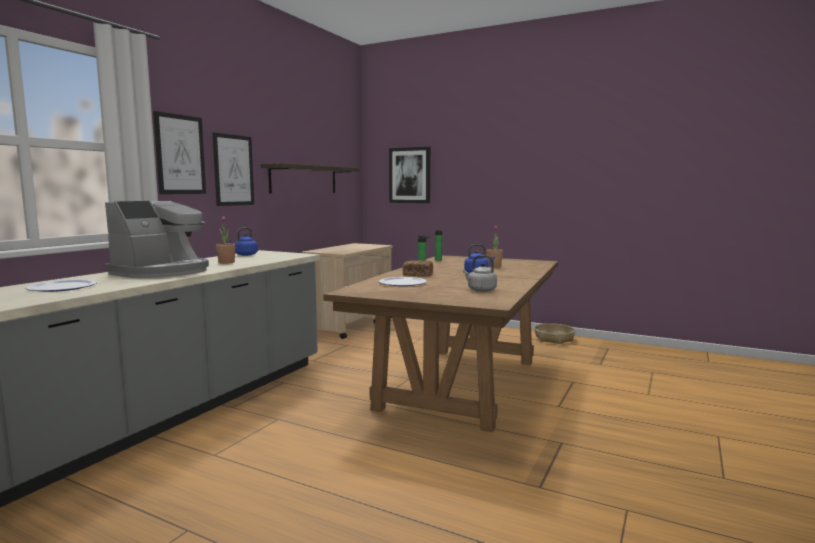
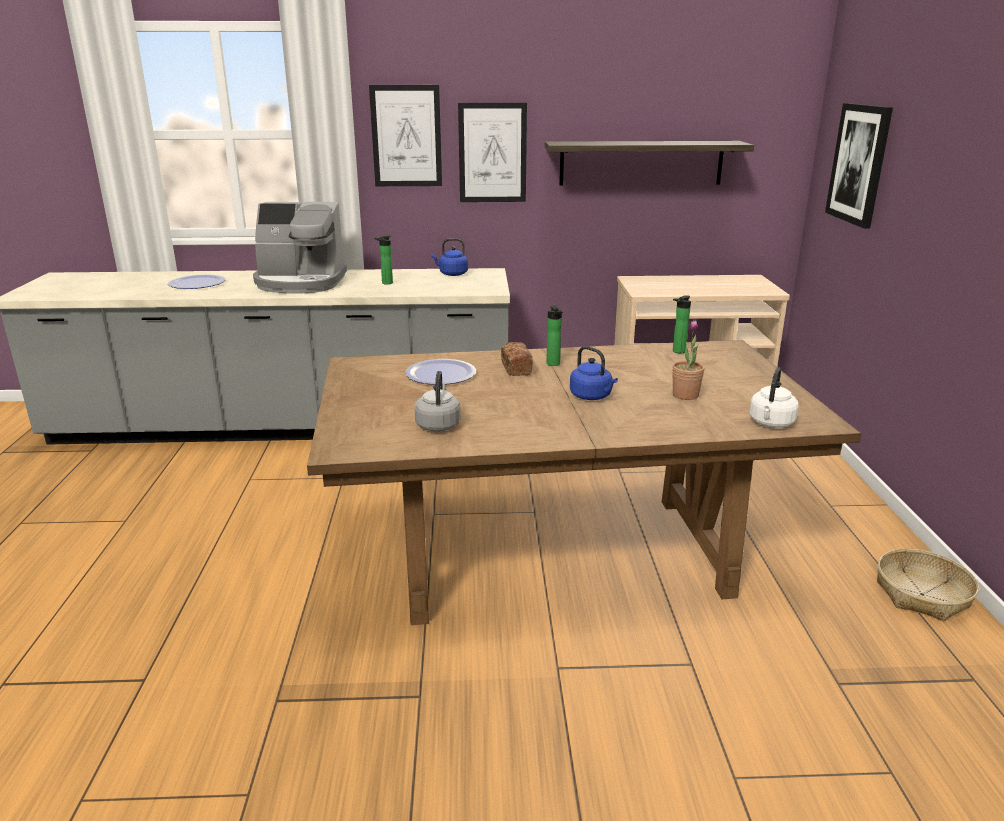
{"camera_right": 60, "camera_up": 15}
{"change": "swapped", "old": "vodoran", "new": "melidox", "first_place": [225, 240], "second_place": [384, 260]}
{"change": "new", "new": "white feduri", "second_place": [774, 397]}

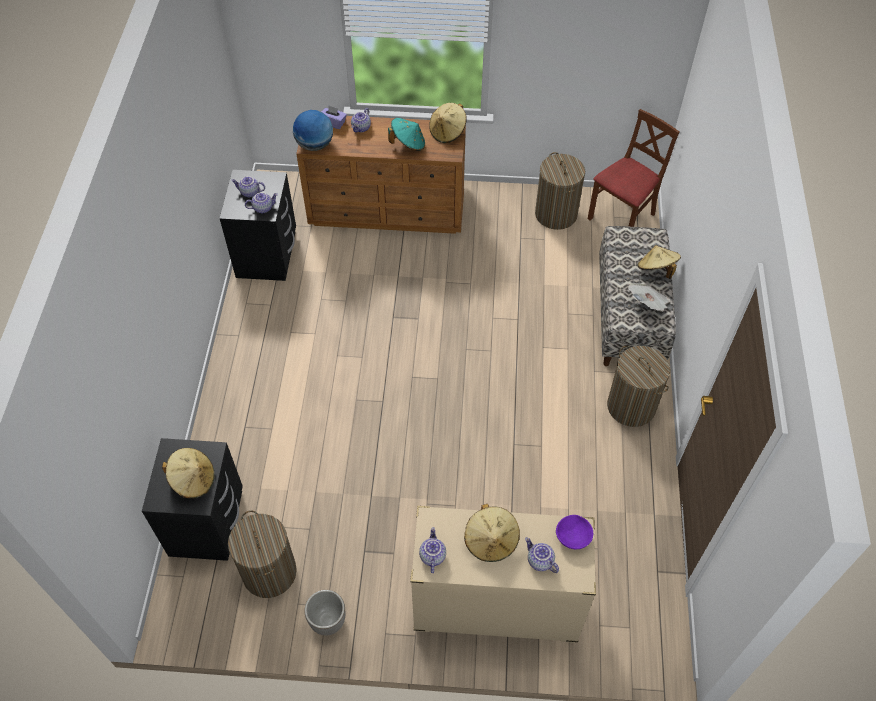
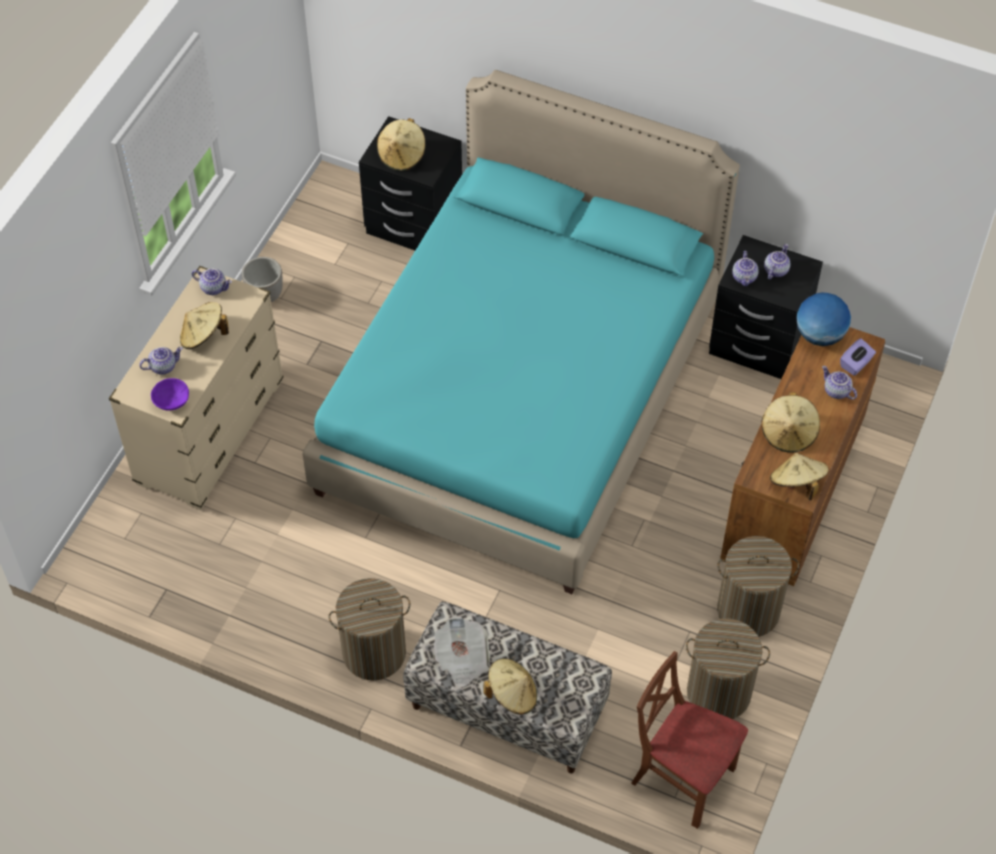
{"camera_right": 110, "camera_up": 0}
{"change": "rotated", "old": "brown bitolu", "first_place": [634, 168], "second_place": [689, 740], "degrees": 150}
{"change": "repainted", "old": "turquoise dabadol", "new": "beige dabadol", "first_place": [406, 134], "second_place": [790, 422]}
{"change": "shifted", "old": "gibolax", "first_place": [262, 554], "second_place": [758, 586]}
{"change": "new", "new": "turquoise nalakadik", "second_place": [521, 332]}

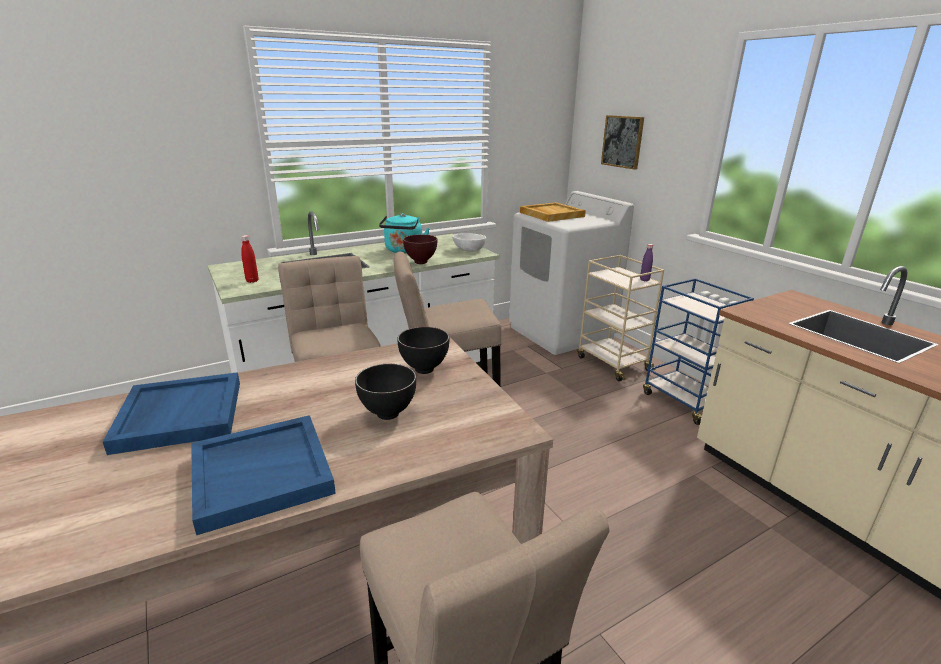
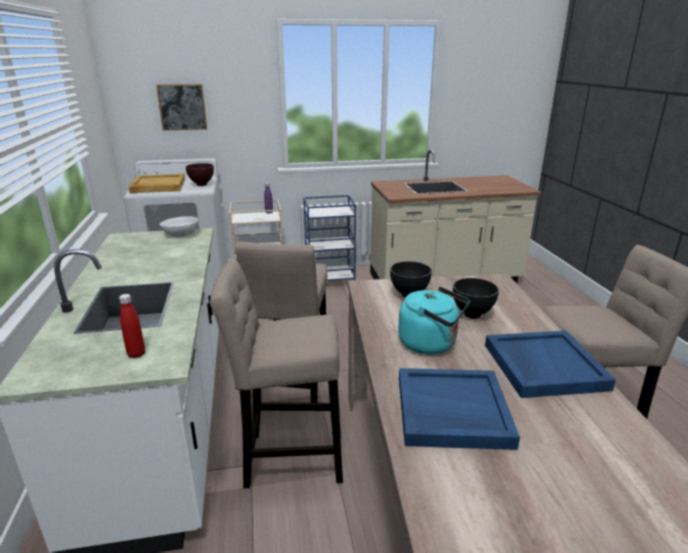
{"camera_right": -70, "camera_up": 0}
{"change": "shifted", "old": "turquoise feduri", "first_place": [404, 233], "second_place": [434, 321]}
{"change": "shifted", "old": "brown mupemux", "first_place": [420, 249], "second_place": [200, 174]}

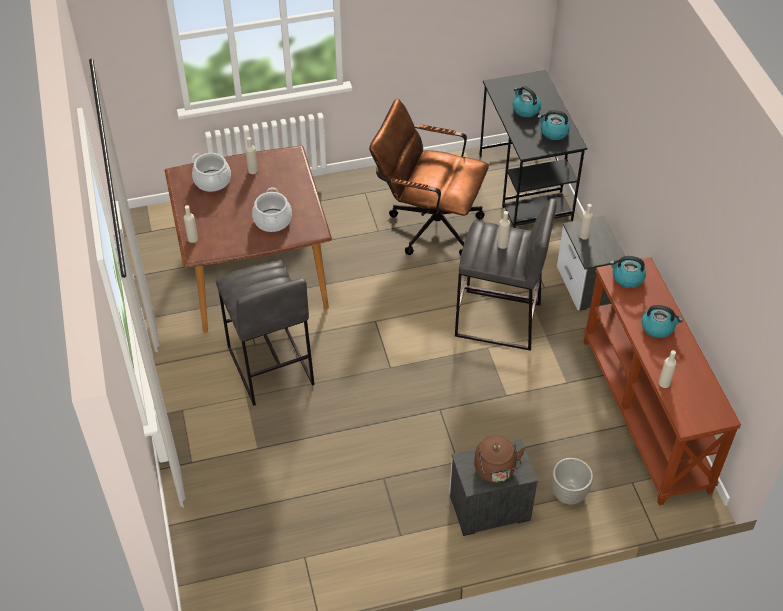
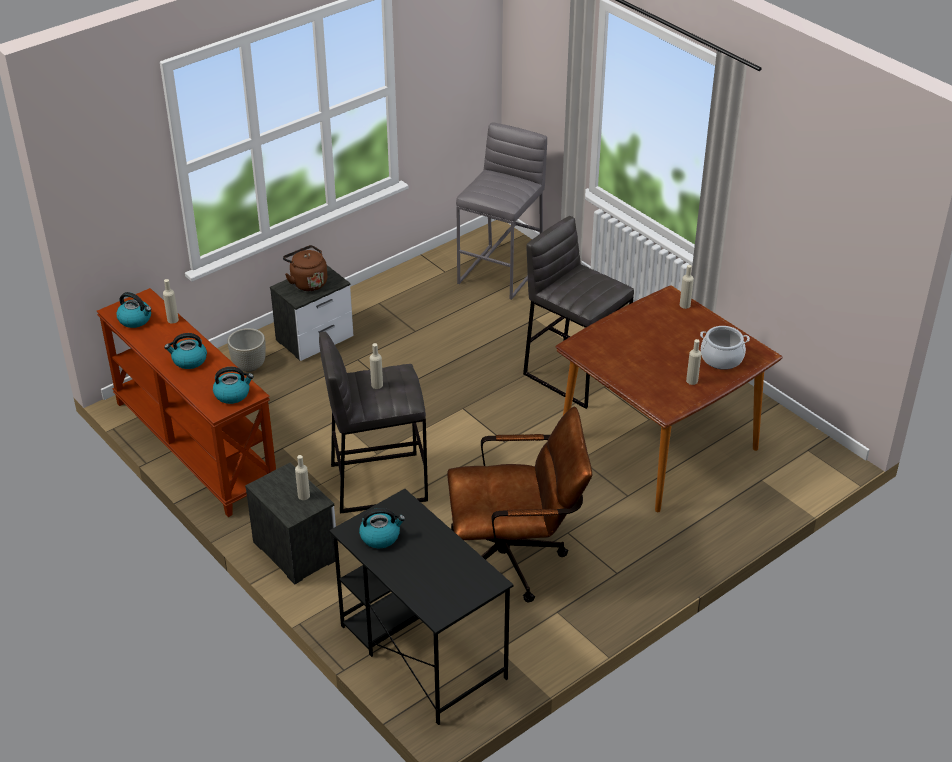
{"camera_right": 155, "camera_up": -10}
{"change": "shifted", "old": "feduri", "first_place": [526, 101], "second_place": [134, 310]}
{"change": "gone", "old": "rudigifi", "first_place": [272, 210]}
{"change": "new", "new": "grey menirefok", "second_place": [501, 211]}

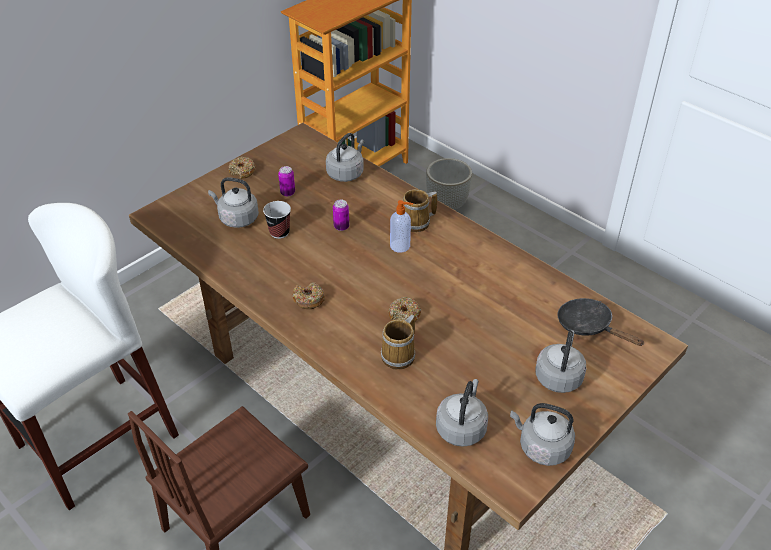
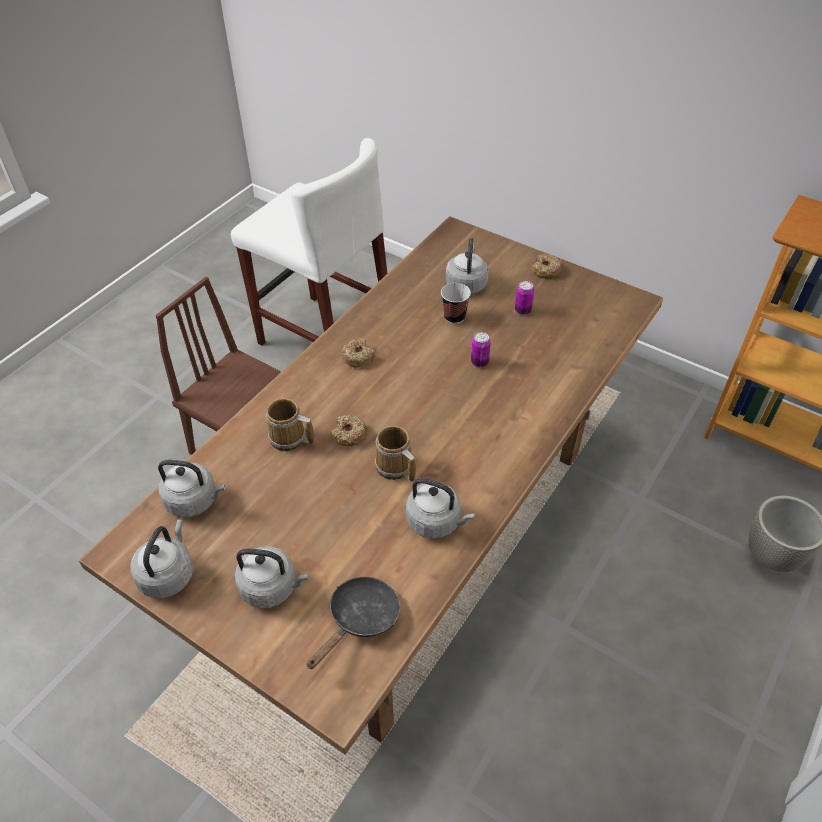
{"camera_right": 80, "camera_up": 5}
{"change": "shifted", "old": "grey feduri", "first_place": [345, 157], "second_place": [440, 508]}
{"change": "shifted", "old": "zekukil", "first_place": [420, 210], "second_place": [395, 454]}
{"change": "gone", "old": "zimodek", "first_place": [401, 226]}

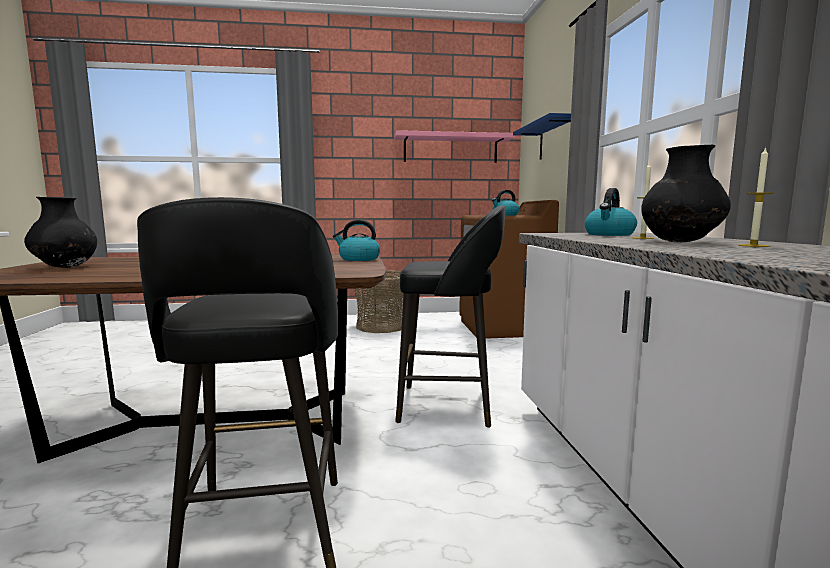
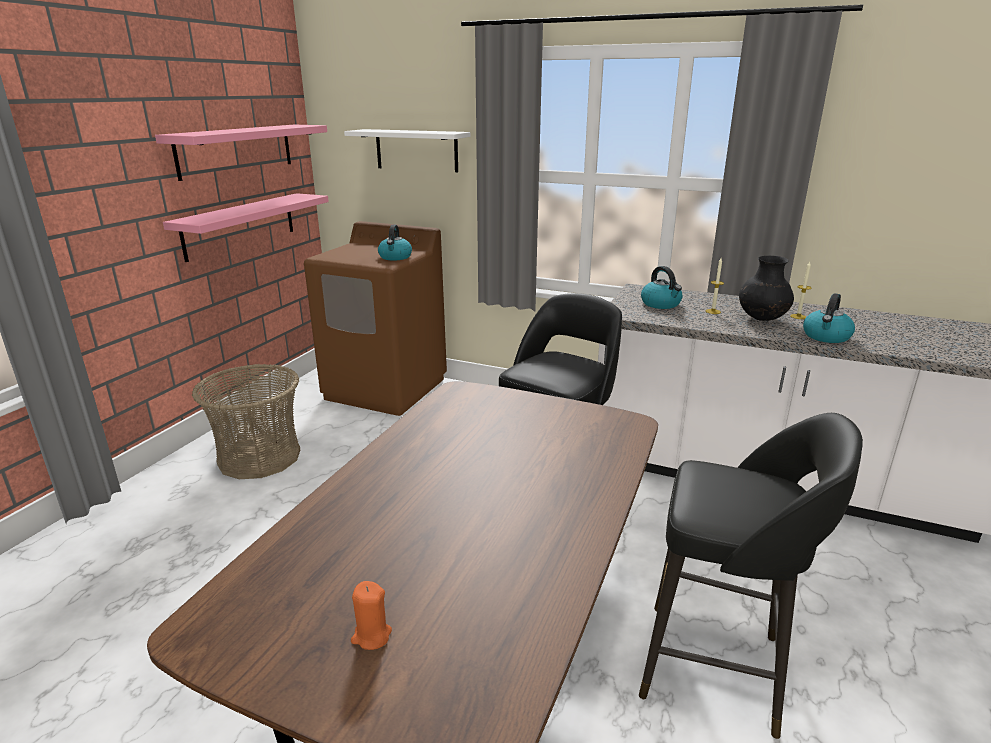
{"camera_right": -60, "camera_up": 15}
{"change": "repainted", "old": "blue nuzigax", "new": "white nuzigax", "first_place": [542, 136], "second_place": [407, 150]}
{"change": "swapped", "old": "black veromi", "new": "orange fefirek", "first_place": [60, 232], "second_place": [371, 615]}
{"change": "shifted", "old": "feduri", "first_place": [356, 240], "second_place": [829, 318]}
{"change": "new", "new": "pink nuzigax", "second_place": [246, 227]}

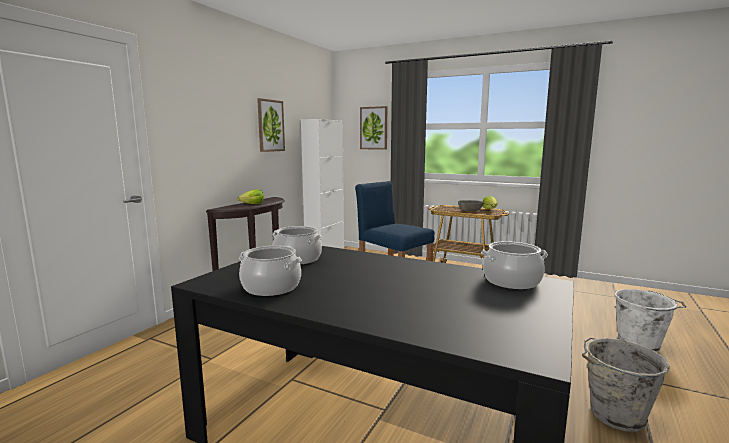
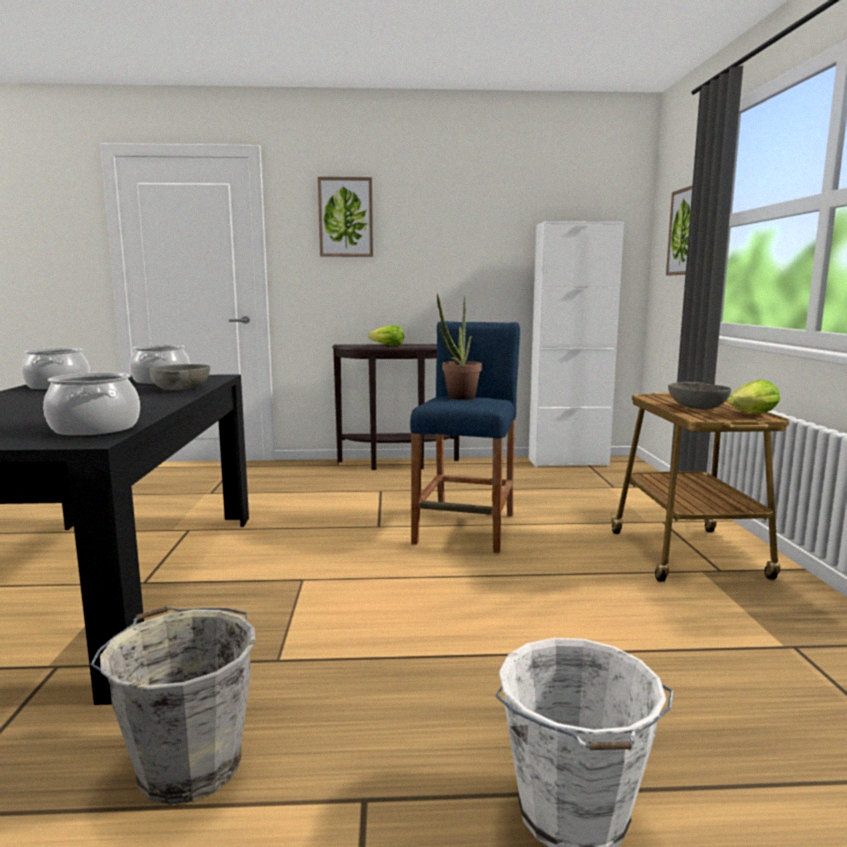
{"camera_right": 60, "camera_up": 0}
{"change": "shifted", "old": "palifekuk", "first_place": [271, 125], "second_place": [345, 217]}
{"change": "new", "new": "vodoran", "second_place": [459, 346]}
{"change": "new", "new": "grey mupemux", "second_place": [179, 377]}

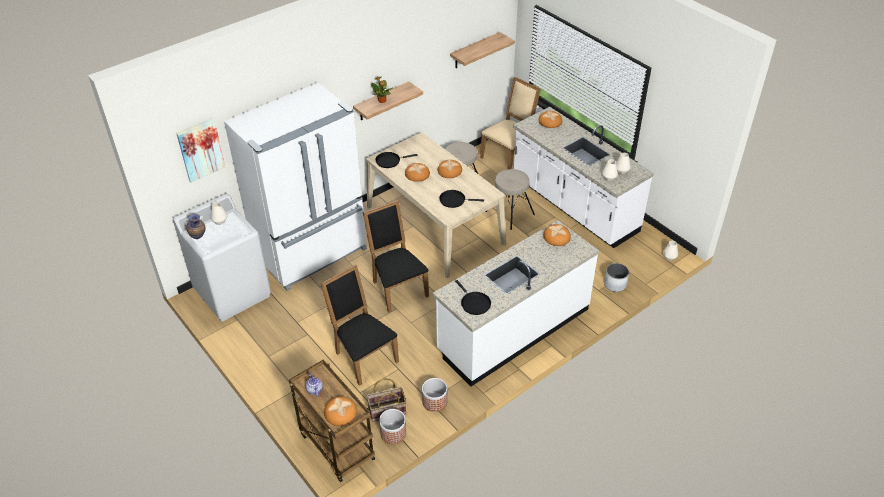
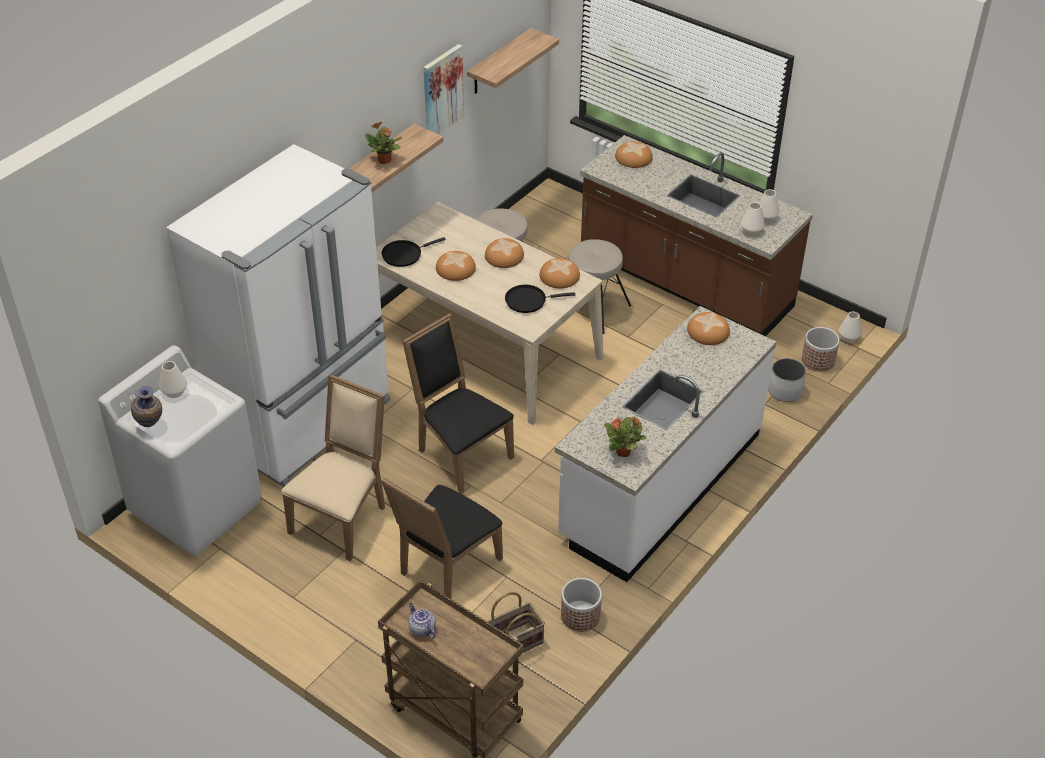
{"camera_right": -15, "camera_up": 0}
{"change": "shifted", "old": "beige bitolu", "first_place": [510, 123], "second_place": [333, 467]}
{"change": "repainted", "old": "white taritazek", "new": "brown taritazek", "first_place": [583, 177], "second_place": [696, 235]}
{"change": "shifted", "old": "palifekuk", "first_place": [201, 150], "second_place": [443, 89]}
{"change": "rotated", "old": "black bitolu", "first_place": [360, 325], "second_place": [442, 538], "degrees": -90}
{"change": "swapped", "old": "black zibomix", "new": "vodoran", "first_place": [473, 297], "second_place": [625, 437]}
{"change": "shifted", "old": "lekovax", "first_place": [340, 411], "second_place": [560, 273]}
{"change": "shifted", "old": "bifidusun", "first_place": [392, 426], "second_place": [821, 349]}

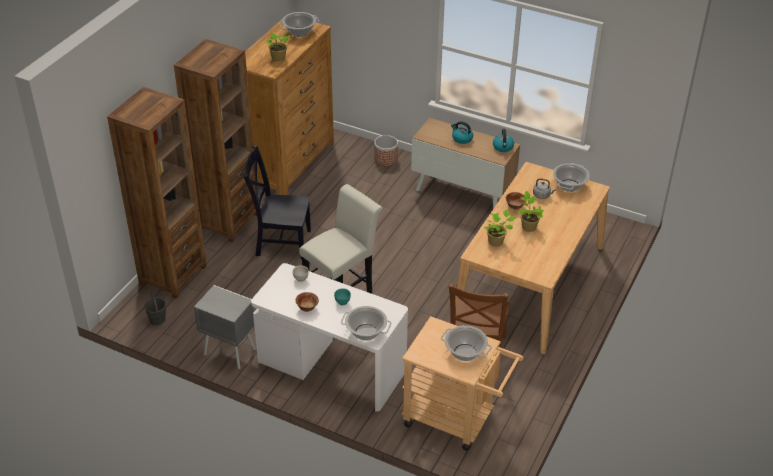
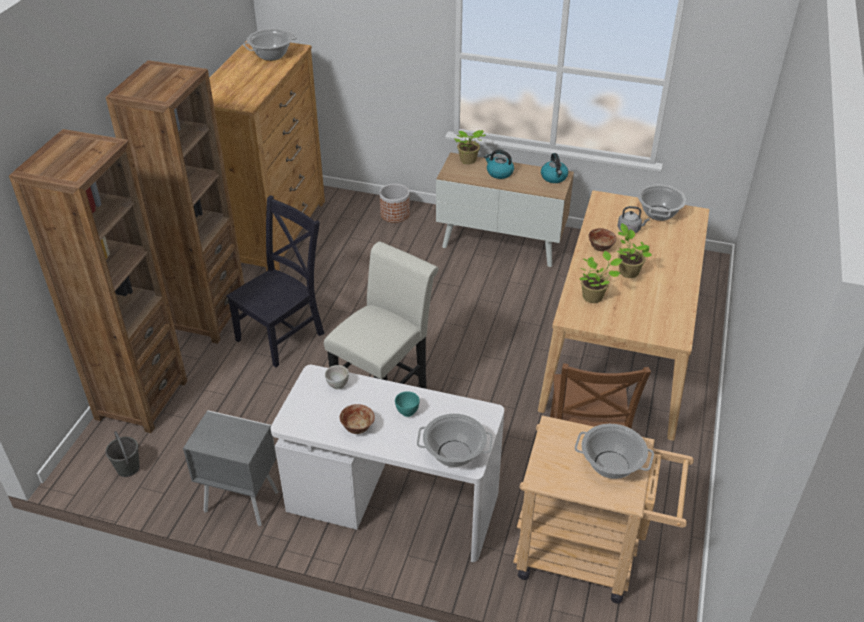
{"camera_right": -10, "camera_up": 0}
{"change": "shifted", "old": "vodoran", "first_place": [278, 48], "second_place": [470, 147]}
{"change": "rotated", "old": "black bitolu", "first_place": [277, 202], "second_place": [275, 281], "degrees": 135}

